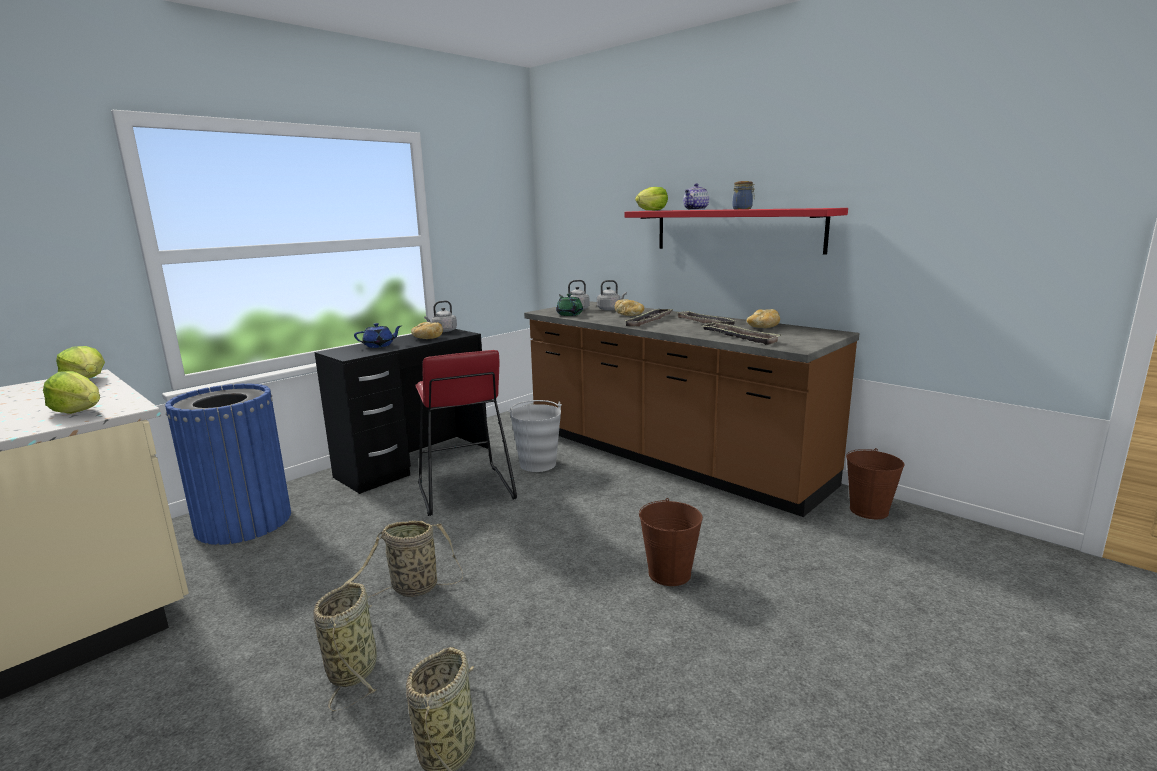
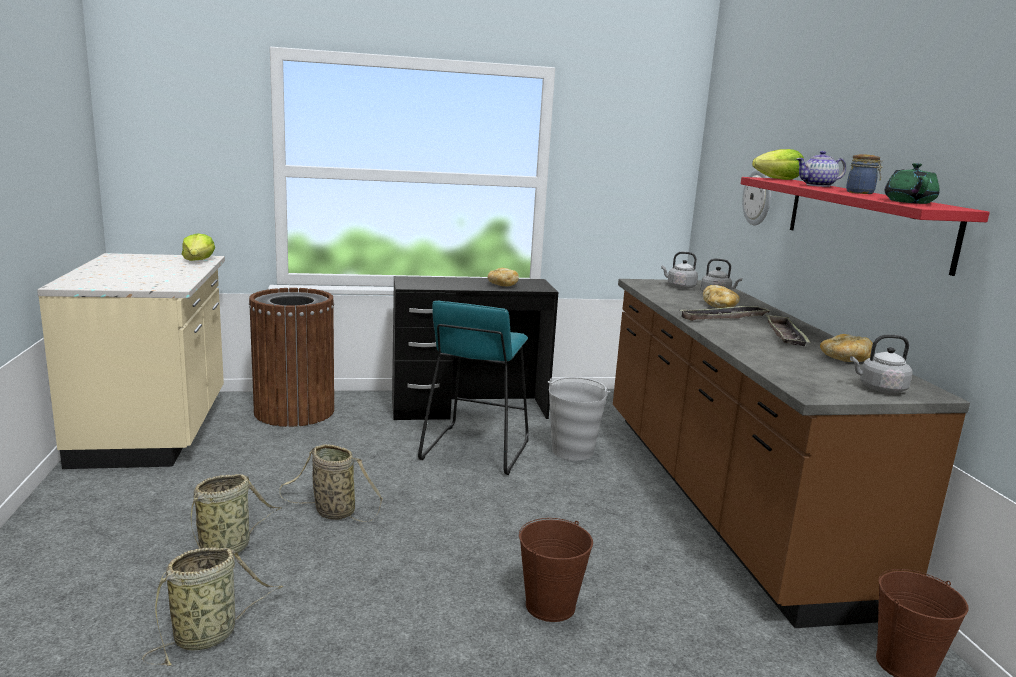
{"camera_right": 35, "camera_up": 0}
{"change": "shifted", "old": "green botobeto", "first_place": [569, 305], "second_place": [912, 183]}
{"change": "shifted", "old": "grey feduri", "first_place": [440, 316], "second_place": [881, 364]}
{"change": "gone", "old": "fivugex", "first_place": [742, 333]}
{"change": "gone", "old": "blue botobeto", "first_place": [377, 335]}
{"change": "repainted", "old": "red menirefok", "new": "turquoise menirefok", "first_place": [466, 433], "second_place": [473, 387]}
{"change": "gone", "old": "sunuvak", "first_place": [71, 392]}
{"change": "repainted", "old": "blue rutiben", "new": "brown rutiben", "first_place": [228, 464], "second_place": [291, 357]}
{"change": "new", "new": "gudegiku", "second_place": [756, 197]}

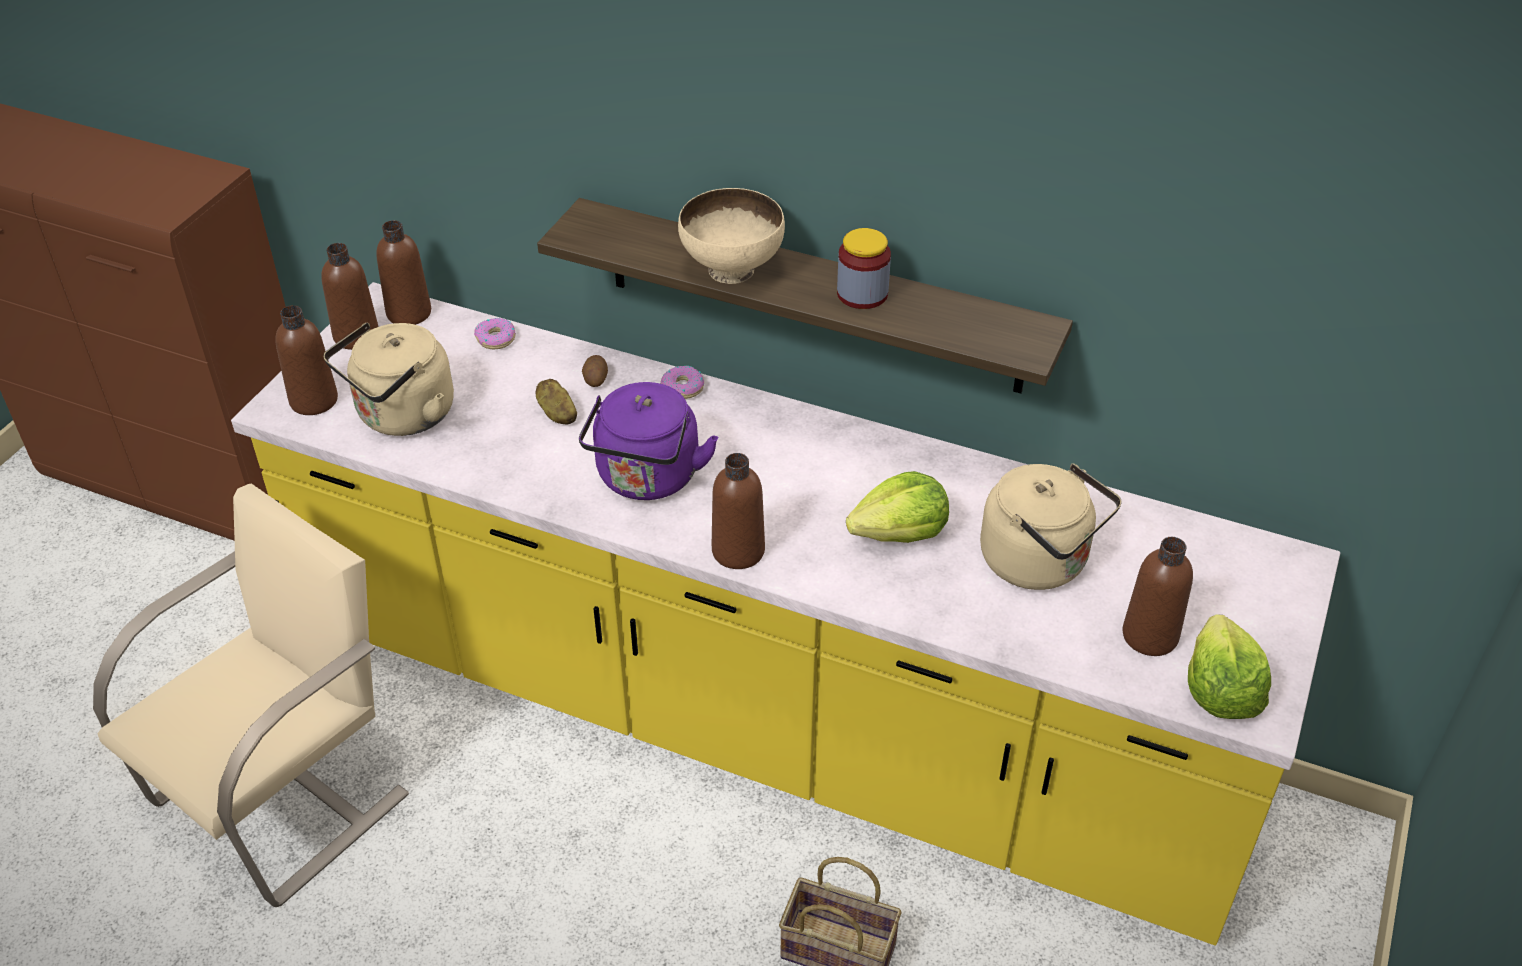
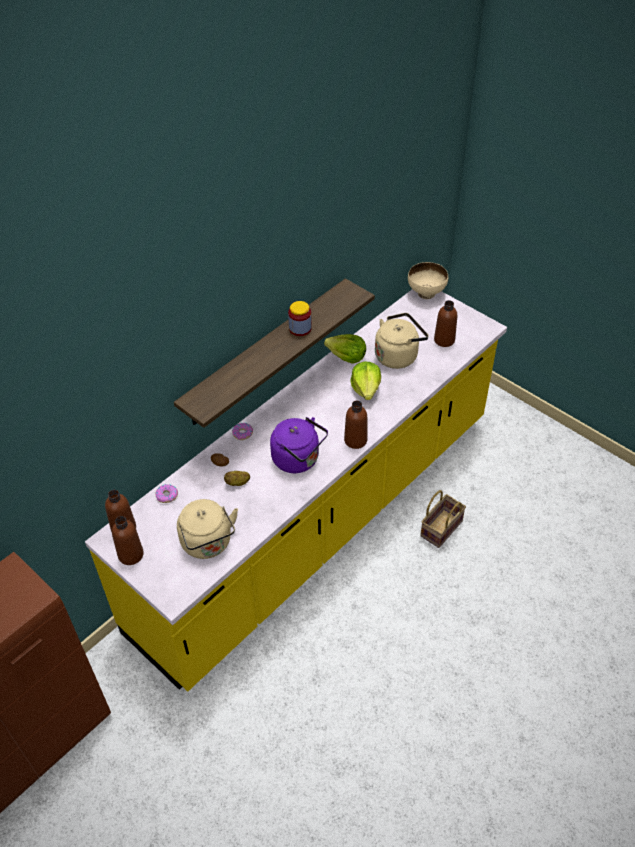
{"camera_right": -70, "camera_up": 5}
{"change": "shifted", "old": "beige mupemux", "first_place": [731, 236], "second_place": [428, 280]}
{"change": "gone", "old": "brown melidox", "first_place": [306, 360]}
{"change": "gone", "old": "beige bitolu", "first_place": [251, 695]}
{"change": "shifted", "old": "sunuvak", "first_place": [1229, 666], "second_place": [345, 349]}

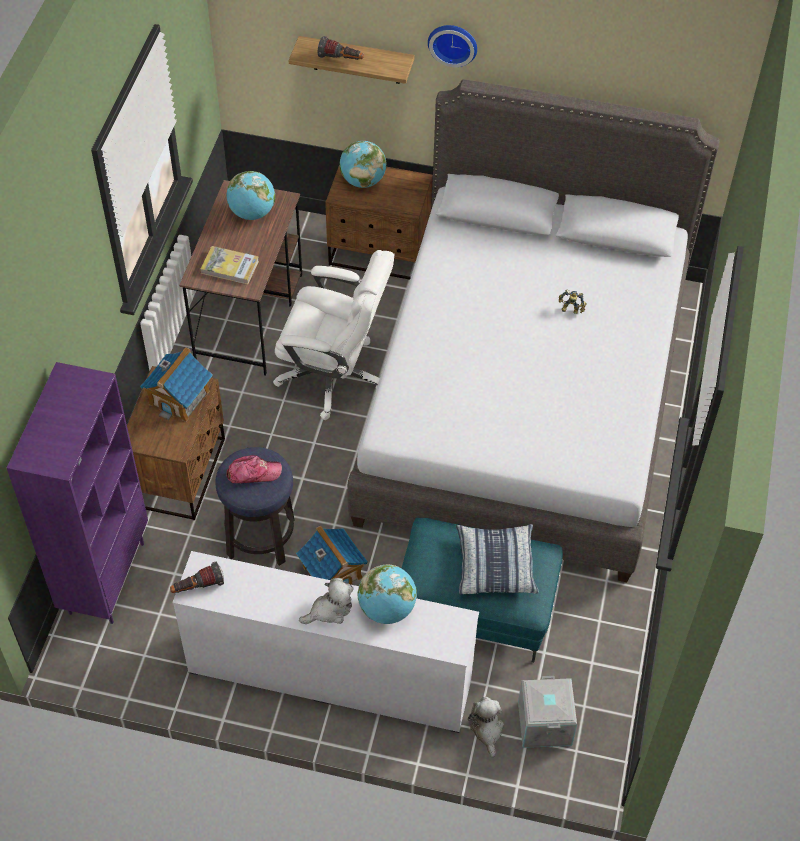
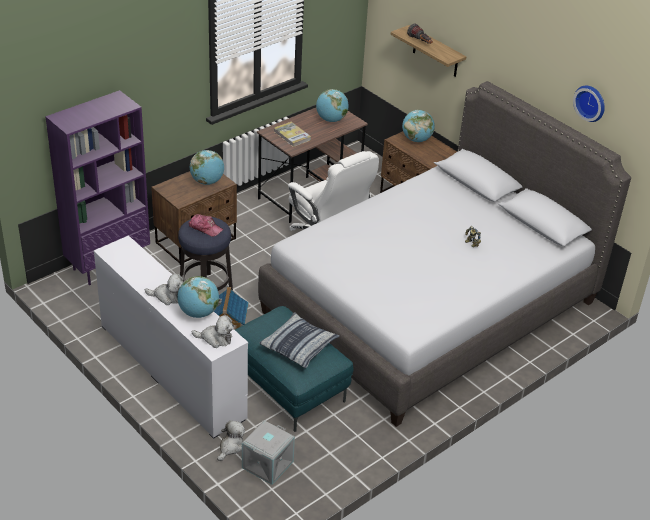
{"camera_right": 35, "camera_up": -15}
{"change": "shifted", "old": "gudegiku", "first_place": [452, 46], "second_place": [589, 104]}
{"change": "swapped", "old": "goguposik", "new": "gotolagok", "first_place": [176, 384], "second_place": [207, 167]}
{"change": "gone", "old": "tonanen", "first_place": [197, 577]}
{"change": "new", "new": "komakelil", "second_place": [213, 331]}

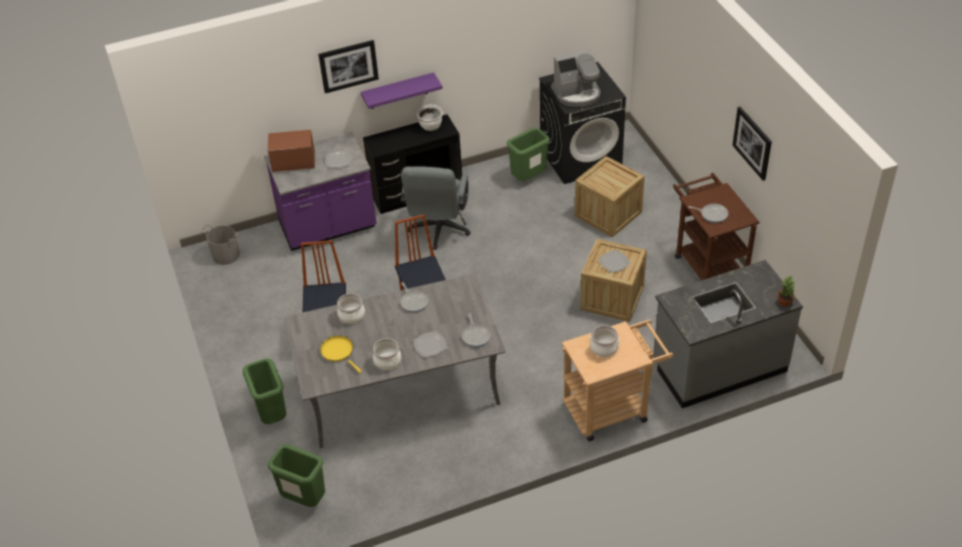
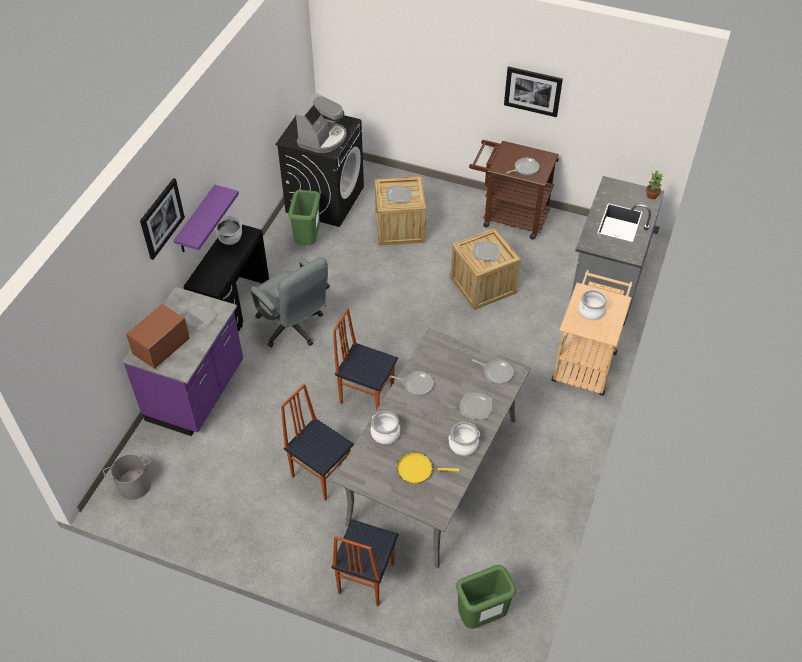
{"camera_right": -50, "camera_up": 5}
{"change": "swapped", "old": "green rutiben", "new": "bitolu", "first_place": [264, 391], "second_place": [365, 562]}
{"change": "new", "new": "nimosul", "second_place": [399, 194]}

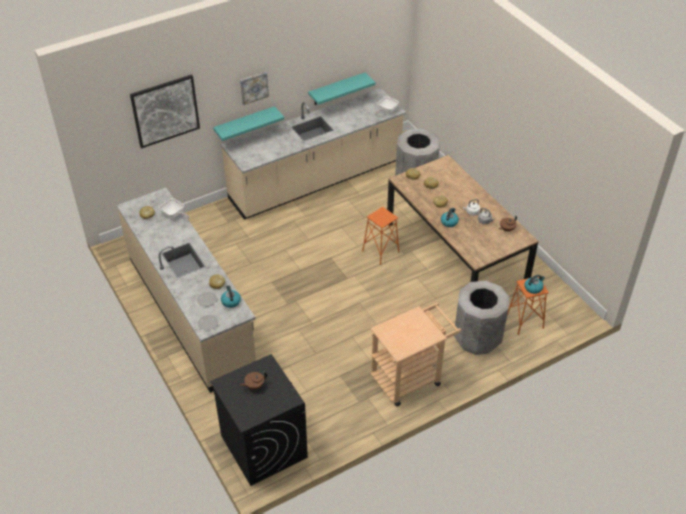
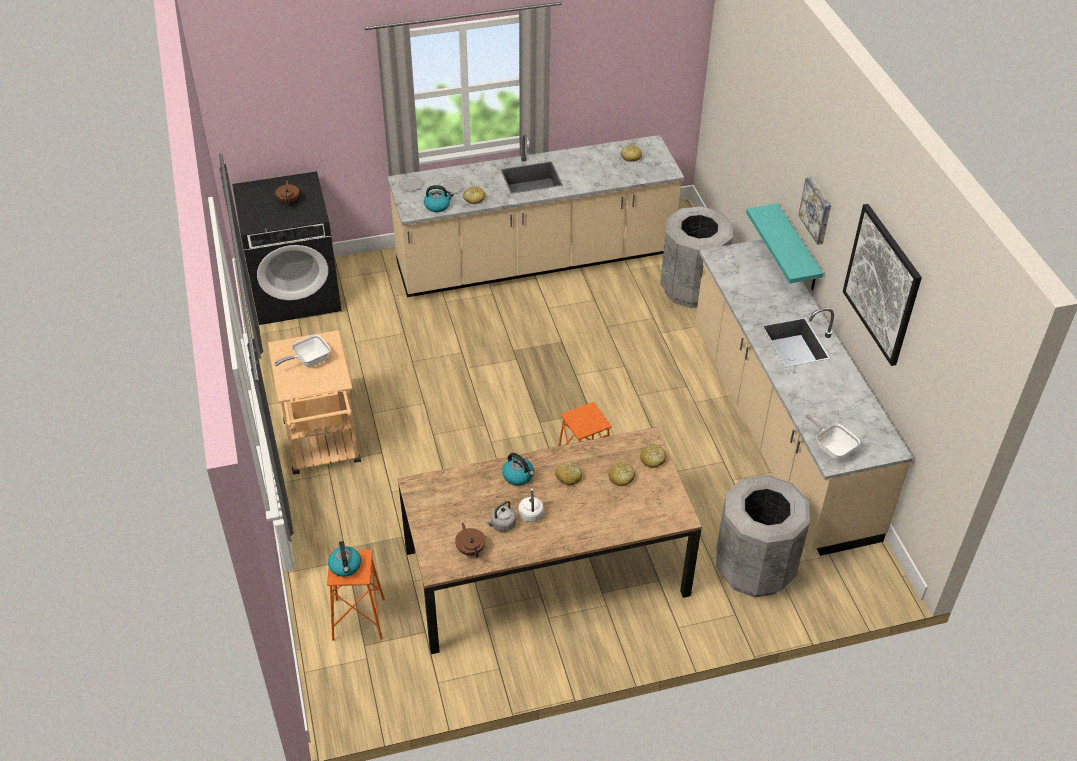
{"camera_right": 105, "camera_up": 0}
{"change": "gone", "old": "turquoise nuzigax", "first_place": [342, 89]}
{"change": "shifted", "old": "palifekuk", "first_place": [165, 112], "second_place": [882, 285]}
{"change": "shifted", "old": "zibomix", "first_place": [174, 208], "second_place": [302, 350]}
{"change": "shifted", "old": "grey rutiben", "first_place": [481, 318], "second_place": [697, 257]}

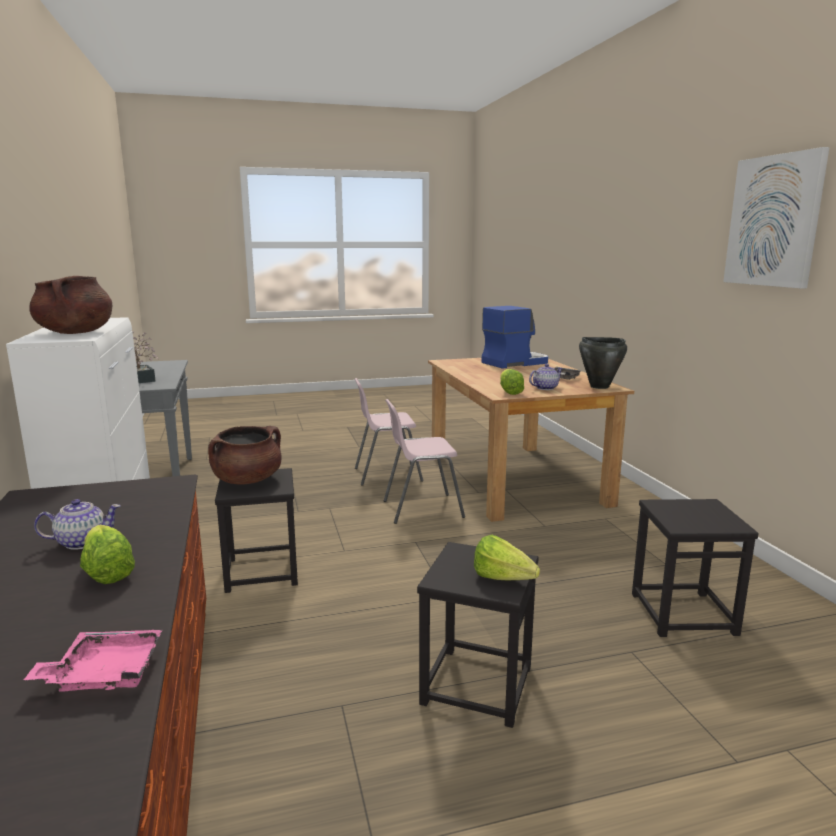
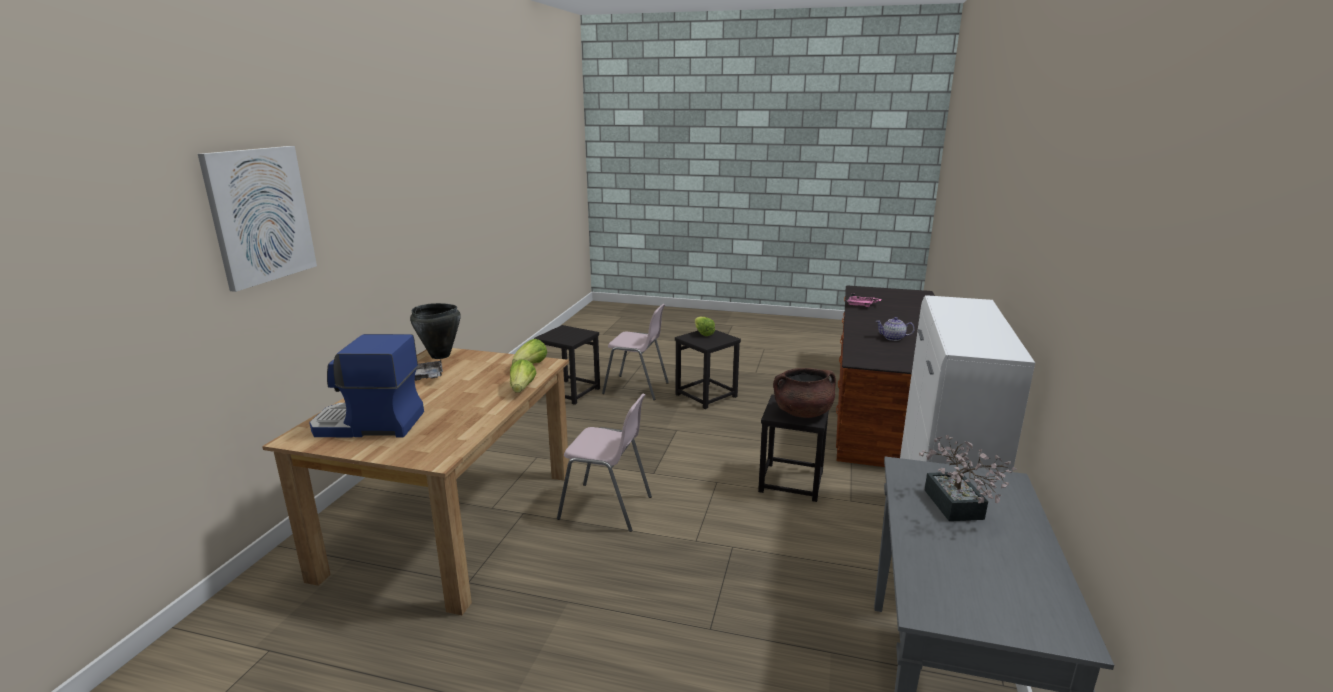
{"camera_right": -150, "camera_up": 5}
{"change": "shifted", "old": "palifekuk", "first_place": [776, 218], "second_place": [257, 219]}
{"change": "gone", "old": "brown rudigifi", "first_place": [70, 305]}
{"change": "gone", "old": "botobeto", "first_place": [546, 377]}
{"change": "shifted", "old": "pink bitolu", "first_place": [389, 432], "second_place": [635, 352]}
{"change": "shifted", "old": "sunuvak", "first_place": [107, 554], "second_place": [523, 376]}

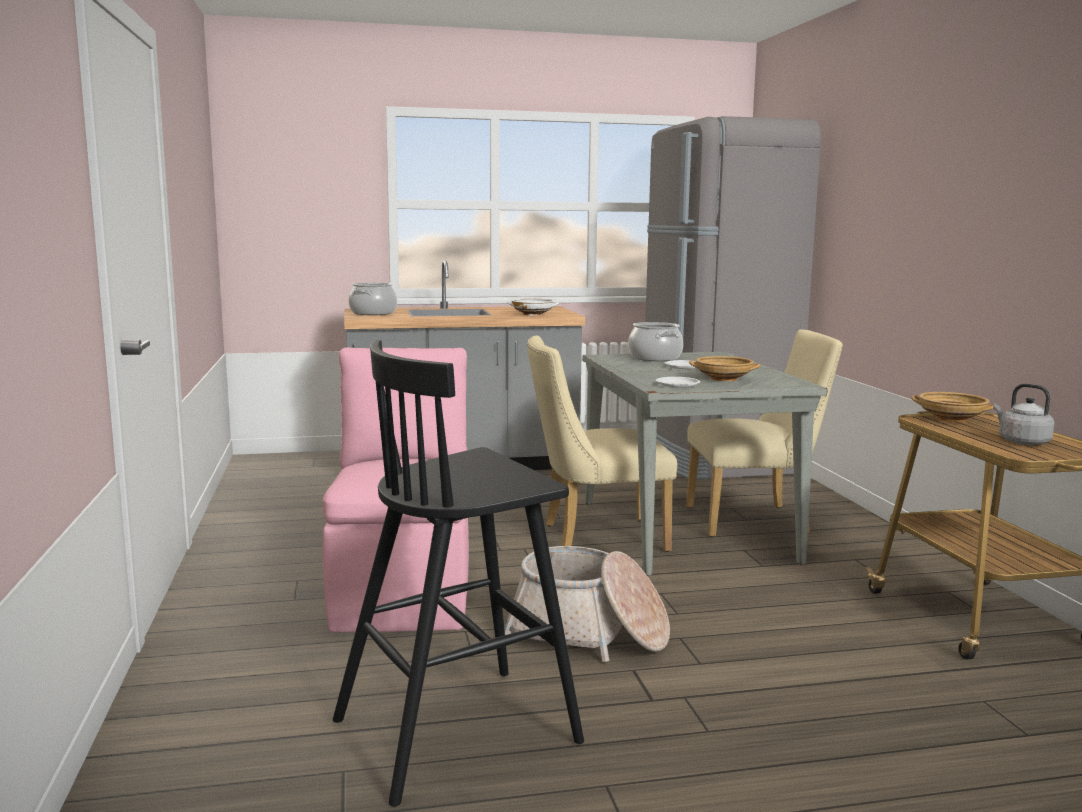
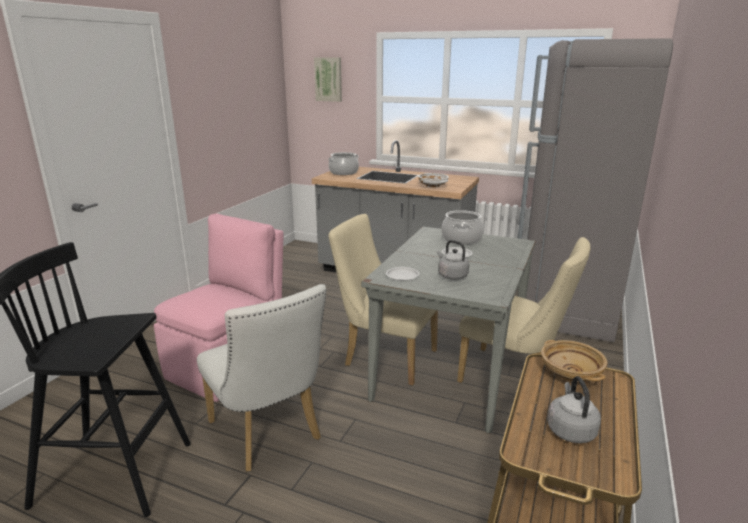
{"camera_right": 35, "camera_up": 10}
{"change": "swapped", "old": "beige mupemux", "new": "grey feduri", "first_place": [724, 368], "second_place": [453, 260]}
{"change": "swapped", "old": "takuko", "new": "white bitolu", "first_place": [587, 604], "second_place": [262, 378]}
{"change": "new", "new": "palifekuk", "second_place": [328, 79]}

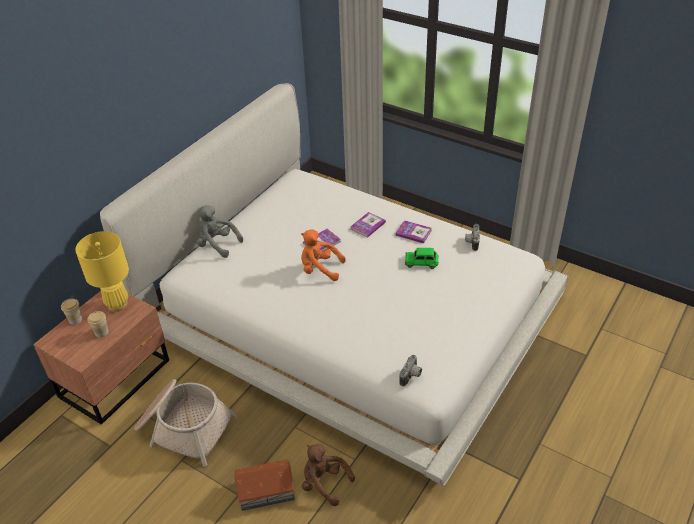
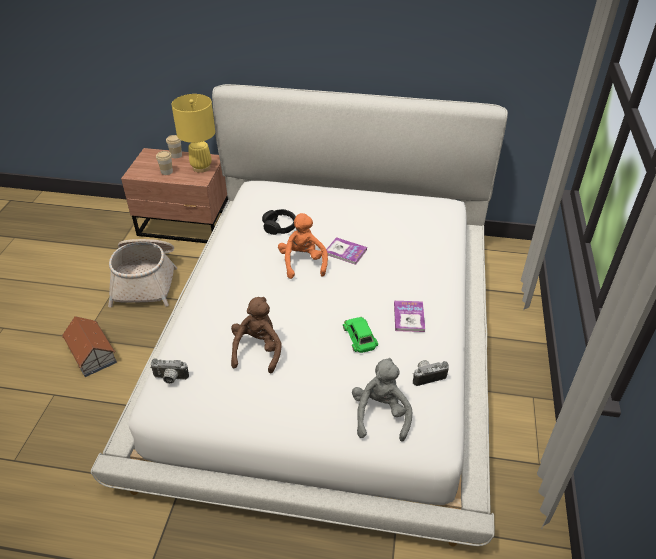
{"camera_right": 65, "camera_up": 0}
{"change": "shifted", "old": "grey komakelil", "first_place": [220, 231], "second_place": [382, 400]}
{"change": "gone", "old": "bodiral", "first_place": [368, 225]}
{"change": "shifted", "old": "brown komakelil", "first_place": [328, 475], "second_place": [256, 335]}
{"change": "new", "new": "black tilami", "second_place": [279, 222]}

